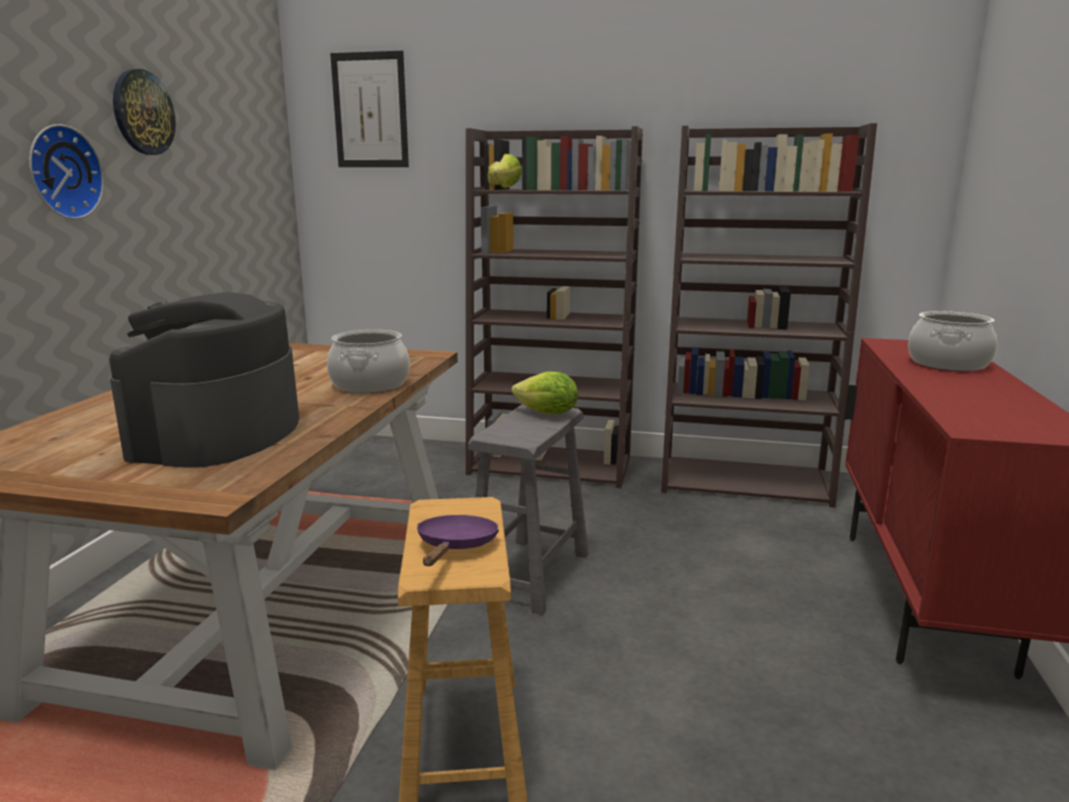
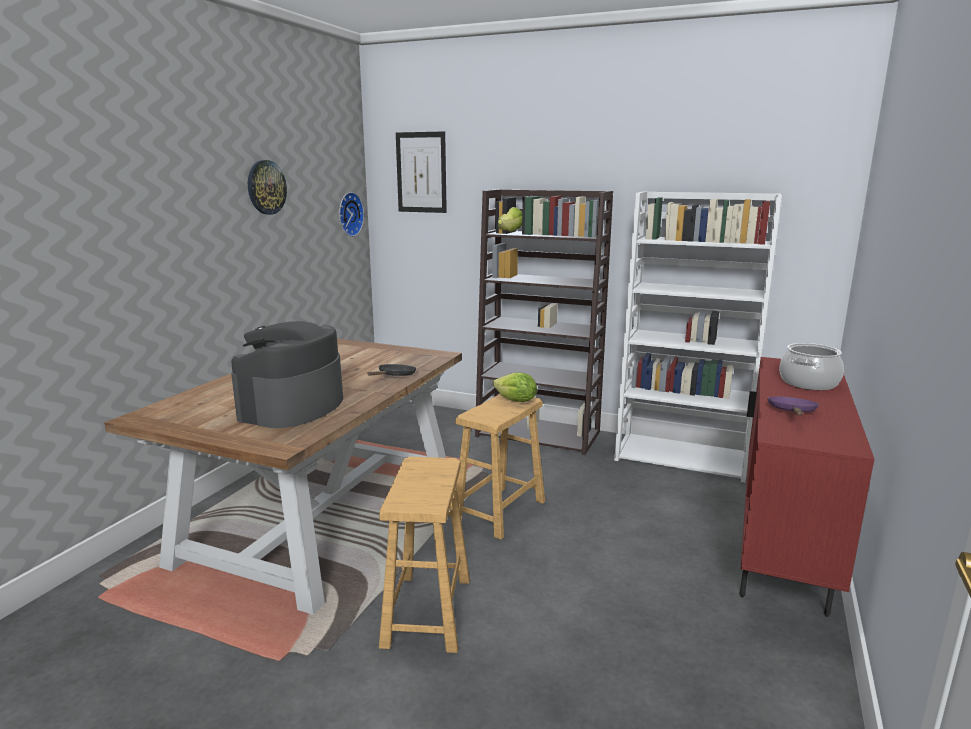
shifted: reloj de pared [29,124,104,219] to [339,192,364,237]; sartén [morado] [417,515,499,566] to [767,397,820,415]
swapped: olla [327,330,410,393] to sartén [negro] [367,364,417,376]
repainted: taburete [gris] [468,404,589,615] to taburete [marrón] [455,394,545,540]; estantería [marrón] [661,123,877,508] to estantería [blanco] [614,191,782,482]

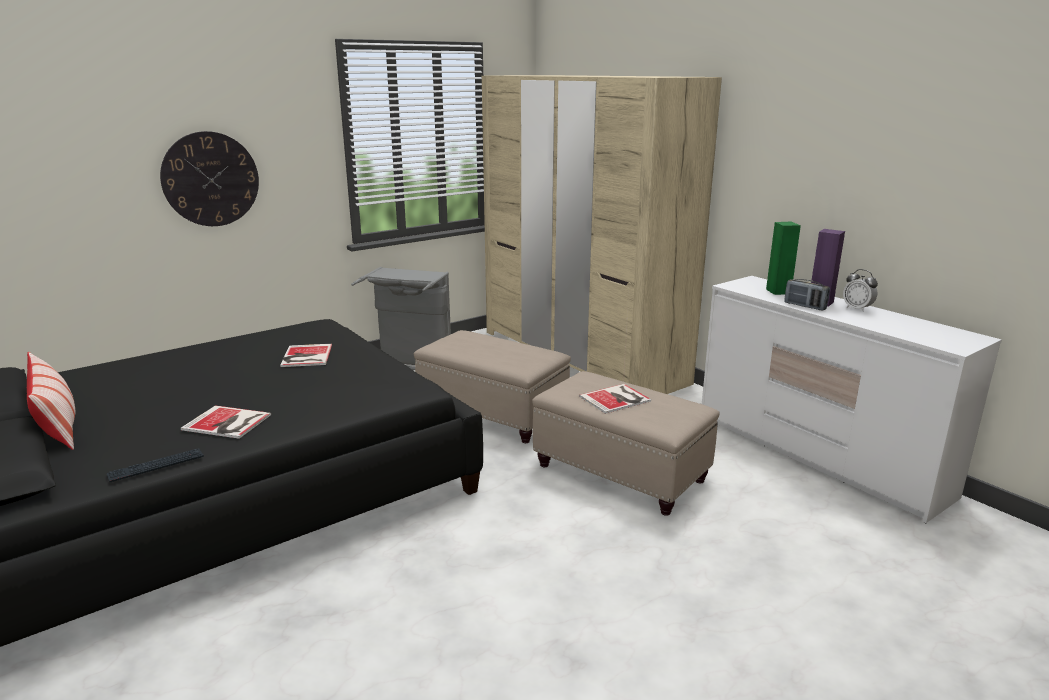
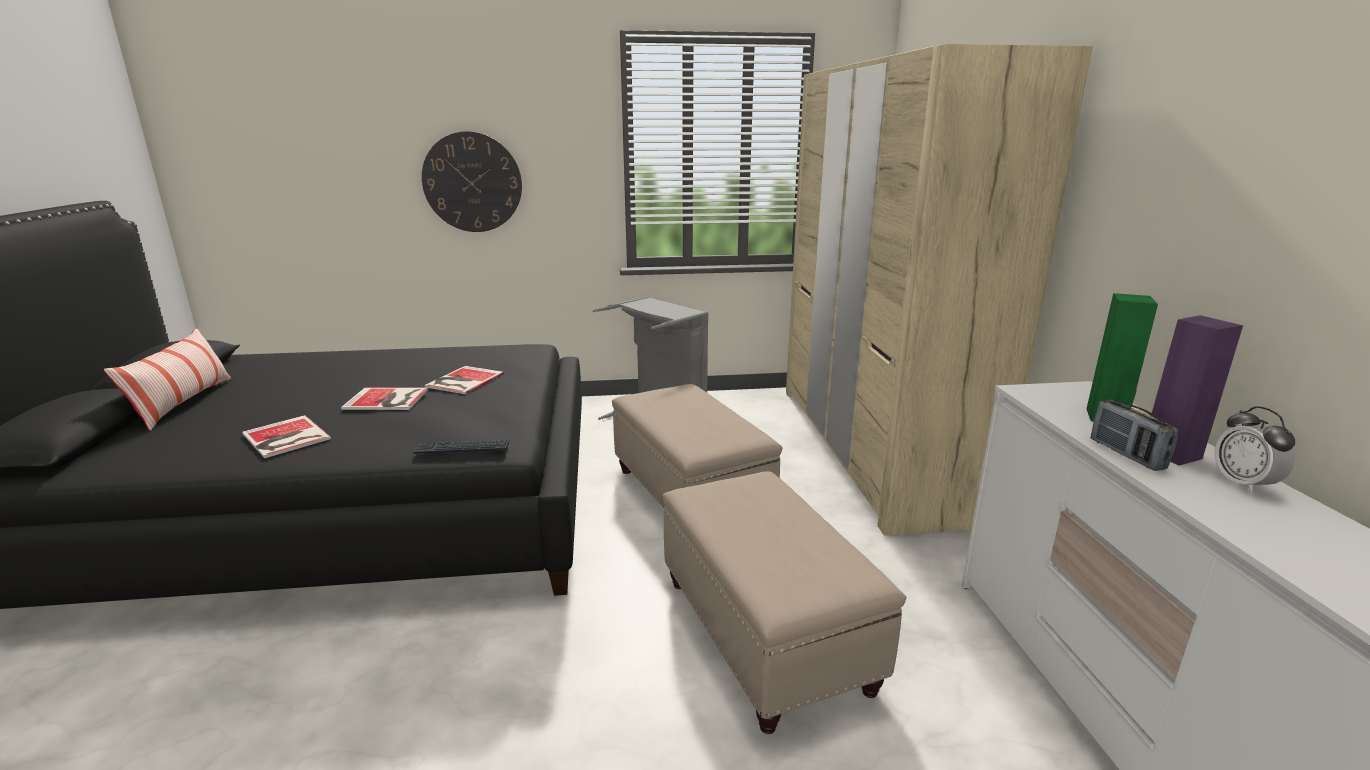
shifted: libro [579,384,651,414] to [341,388,428,410]; teclado [107,448,204,482] to [413,440,509,454]

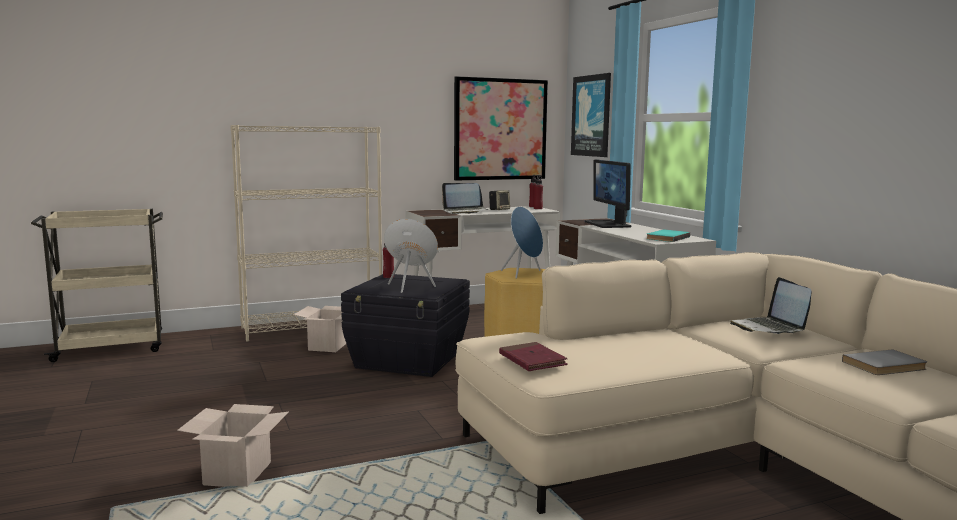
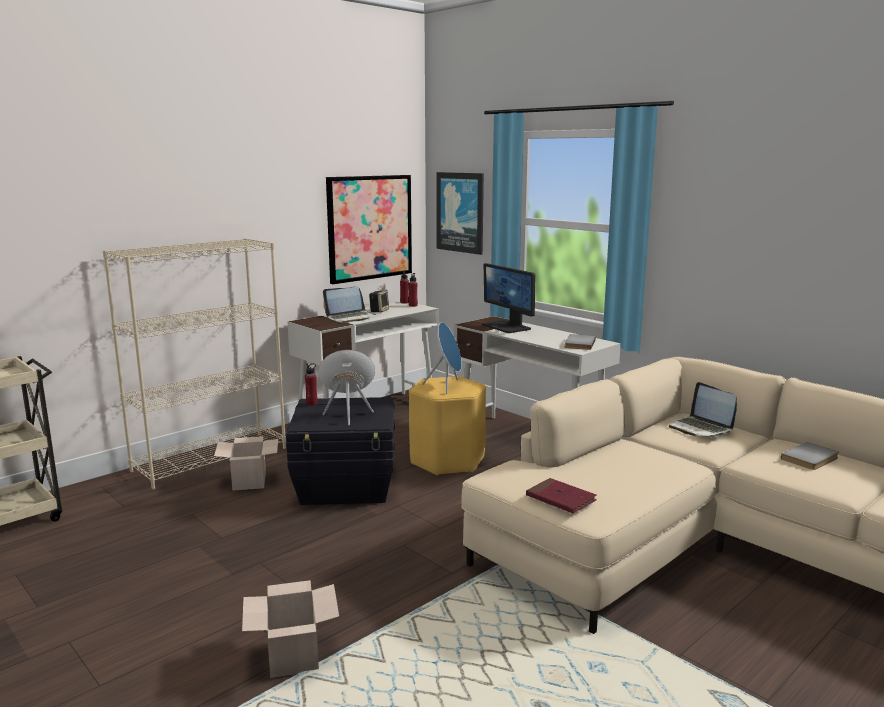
repainted: libro [turquesa] [647,230,690,242] to libro [gris] [565,334,596,350]

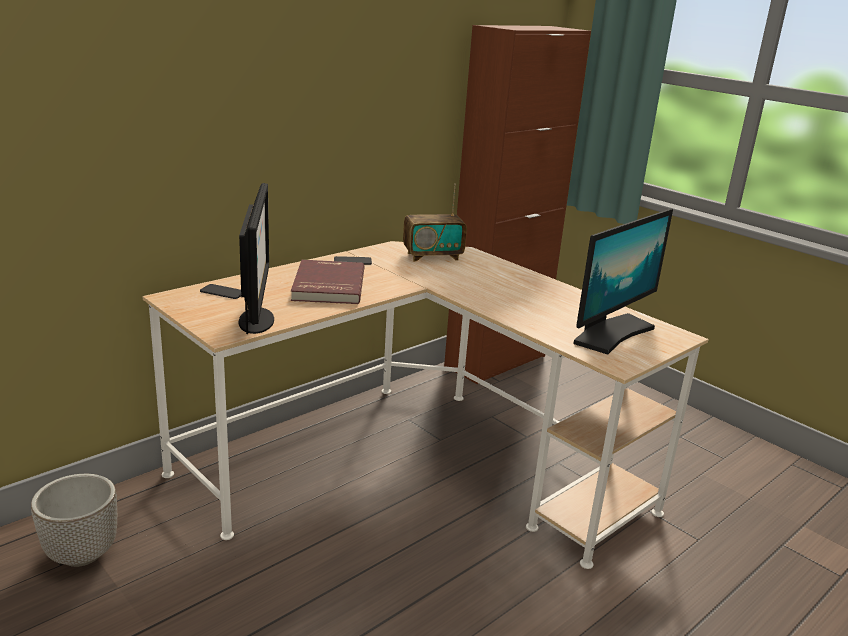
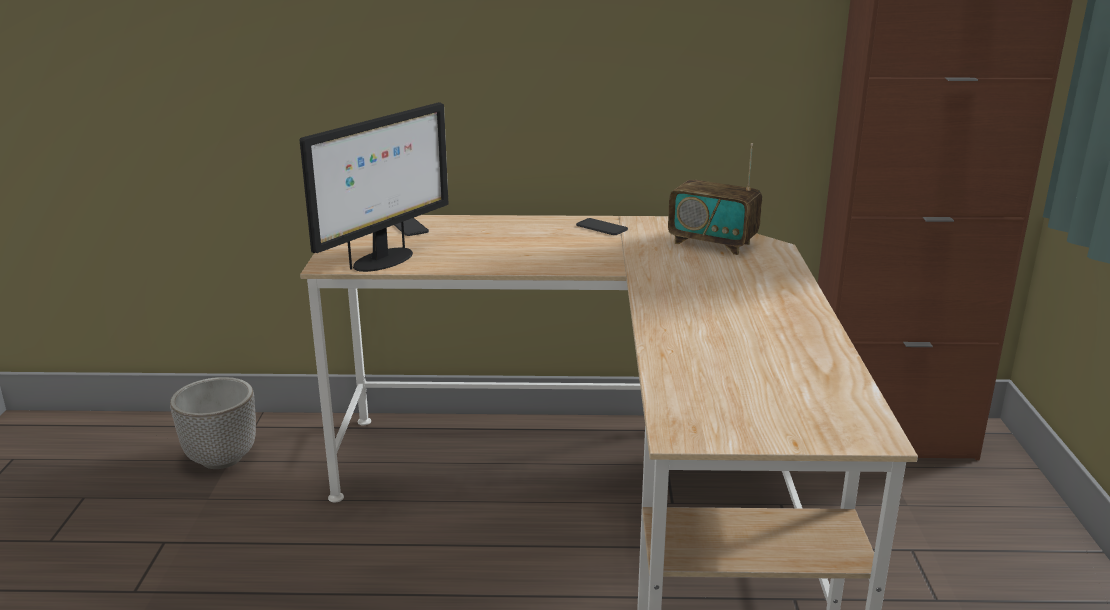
gone: libro [rojo] [291,260,364,304]; monitor [573,209,673,355]

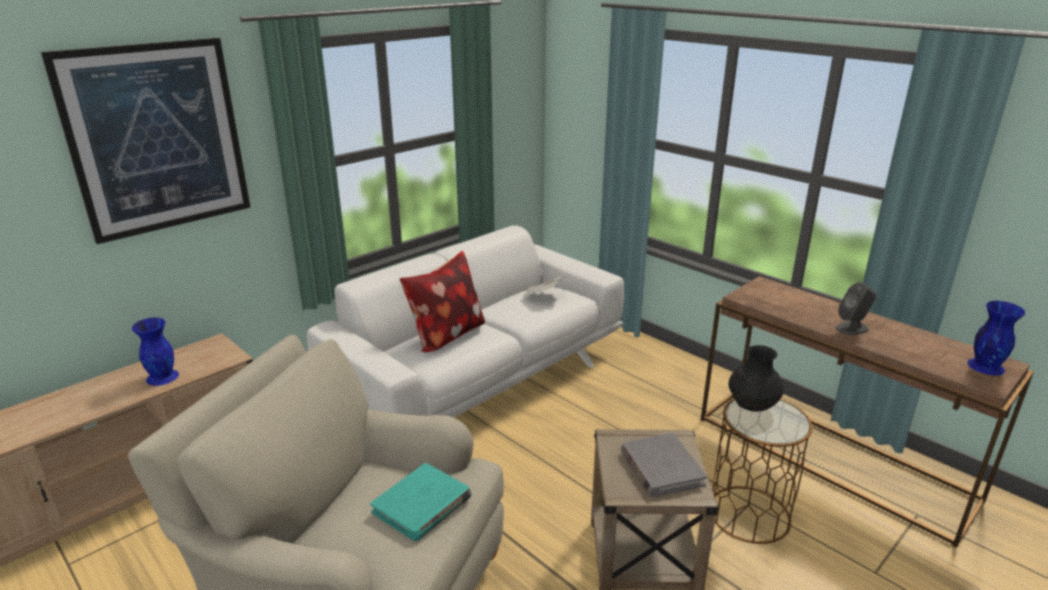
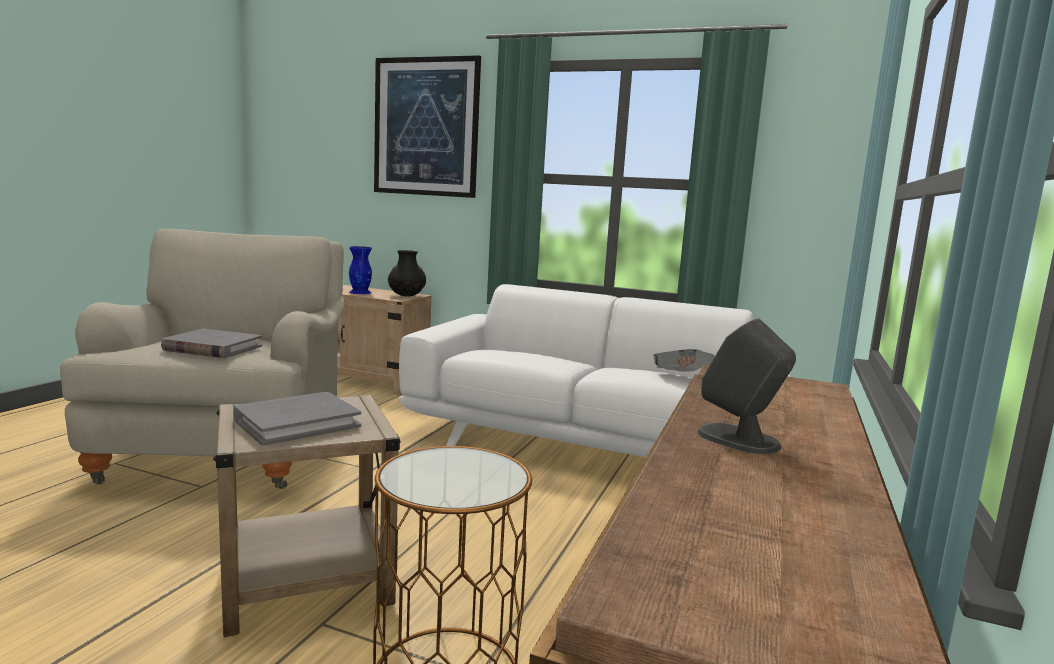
gone: cojín [400,251,485,352]; florero [azul] [967,301,1025,375]
shifted: florero [negro] [728,345,784,412] to [388,250,426,297]
repainted: libro [turquesa] [370,463,472,541] to libro [gris] [161,329,262,358]

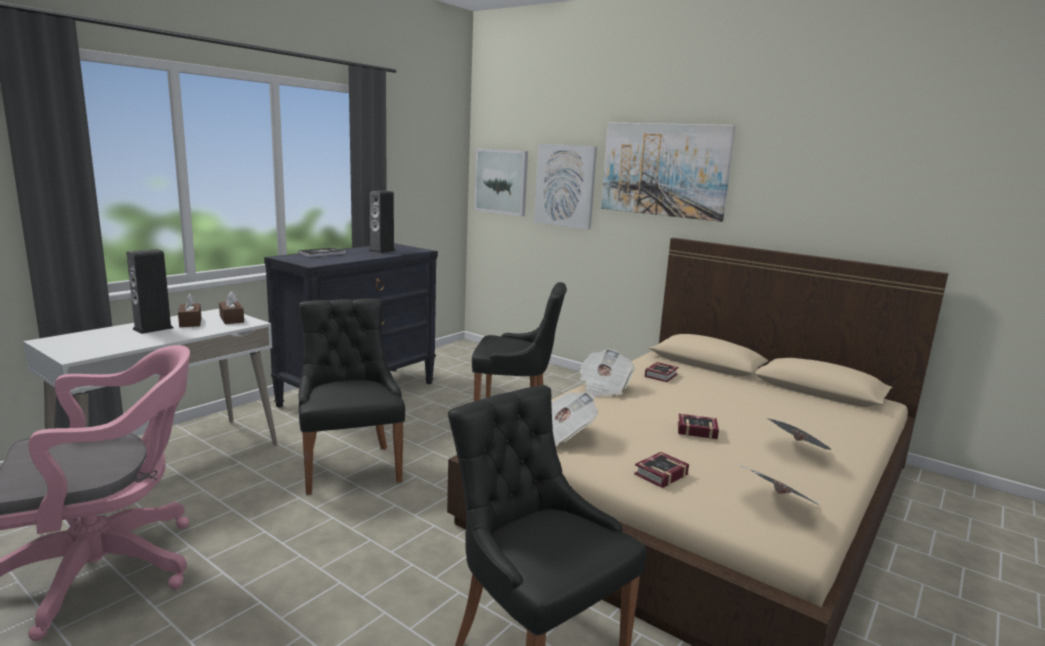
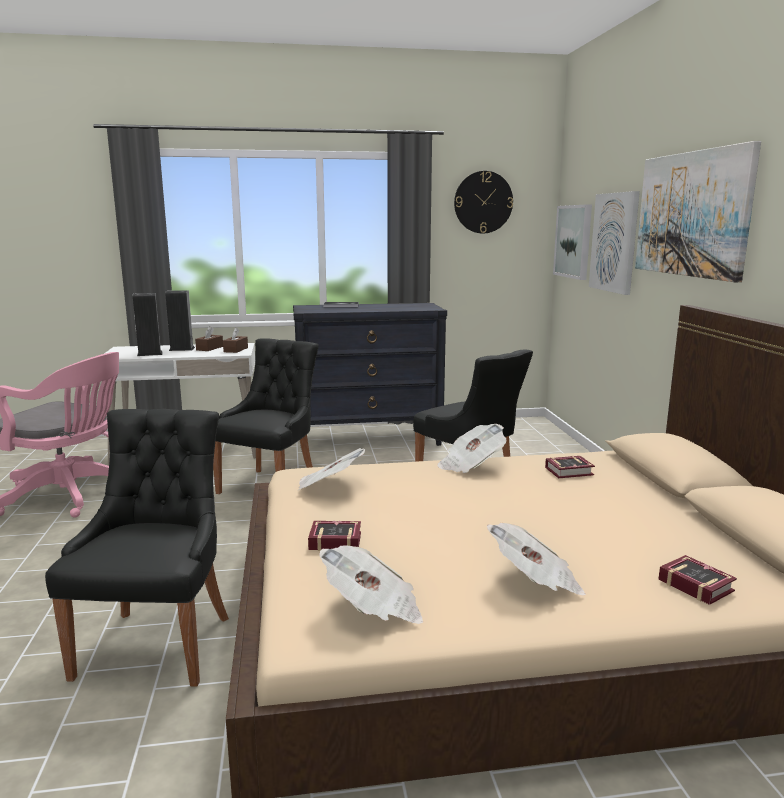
new: reloj de pared [454,171,513,233]
shifted: altavoz [368,191,396,253] to [133,293,163,356]; libro [678,414,719,439] to [659,555,737,605]

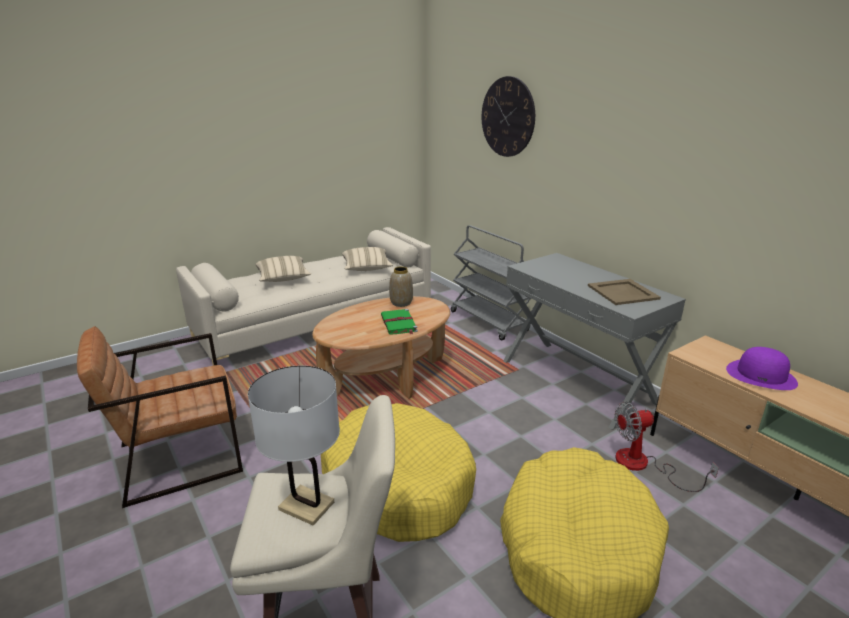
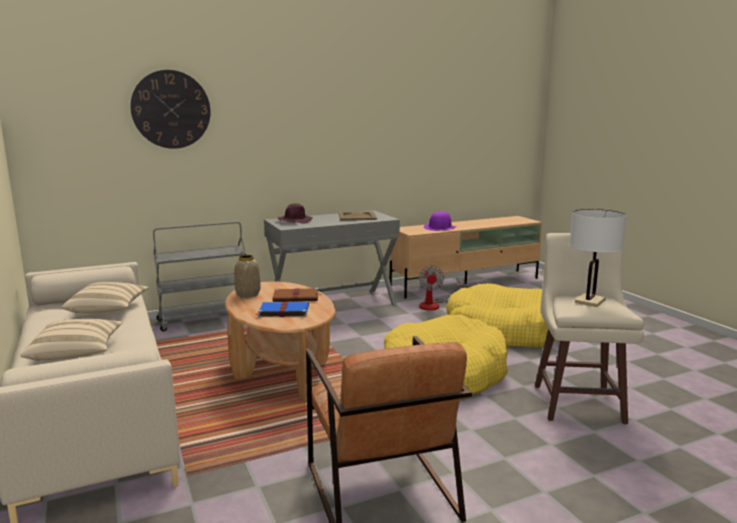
new: libro [azul] [256,302,309,317]; sombrero [morado] [278,203,312,223]
repainted: libro [verde] [381,309,418,335] to libro [marrón] [273,288,322,302]

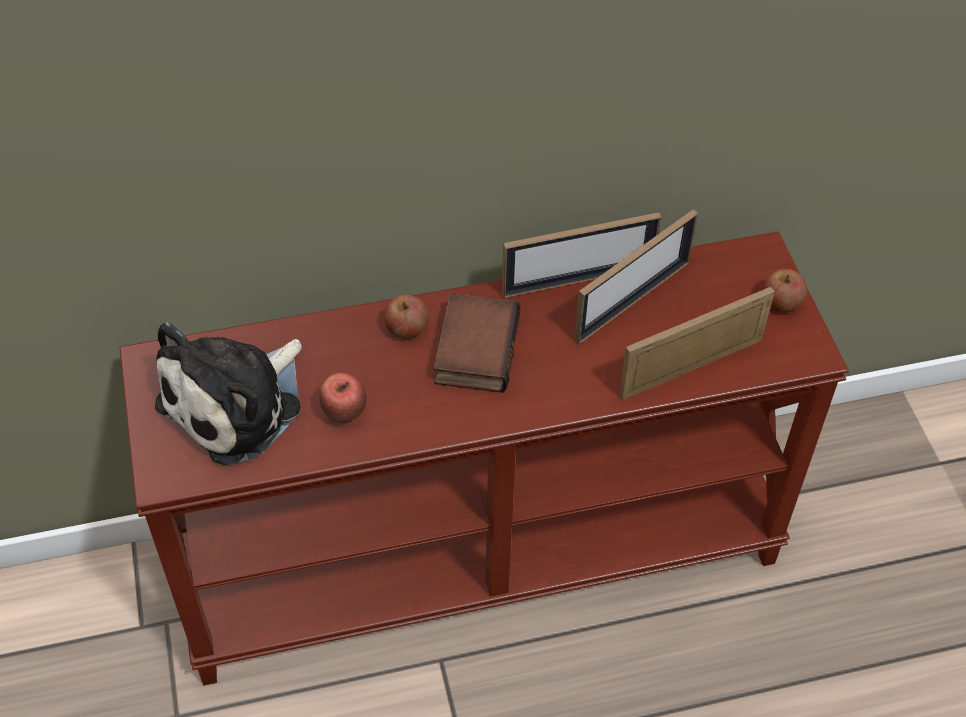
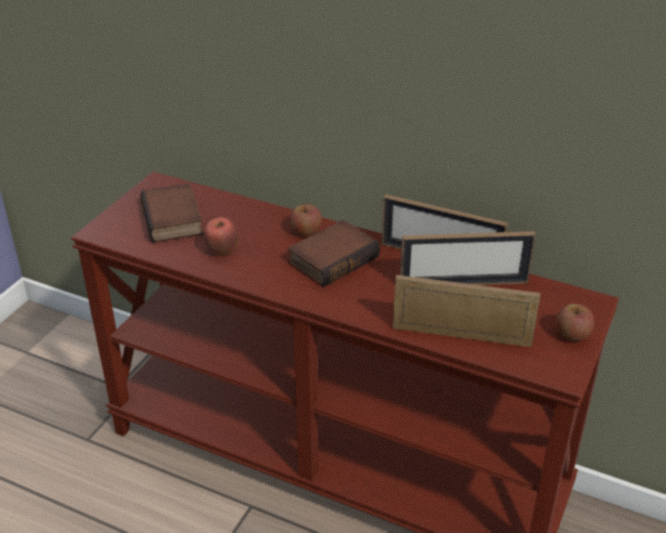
swapped: peluche [155,322,302,465] to libro [140,183,203,243]

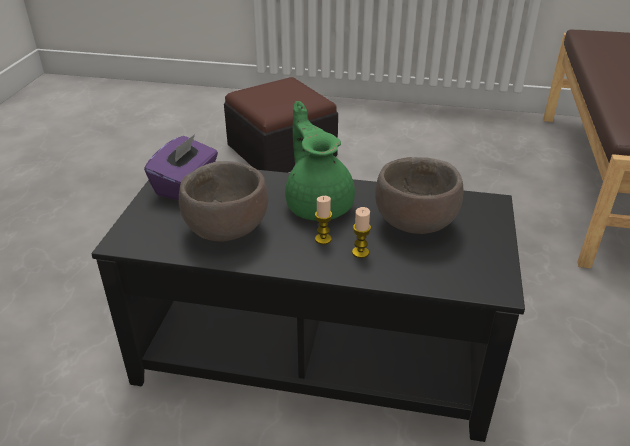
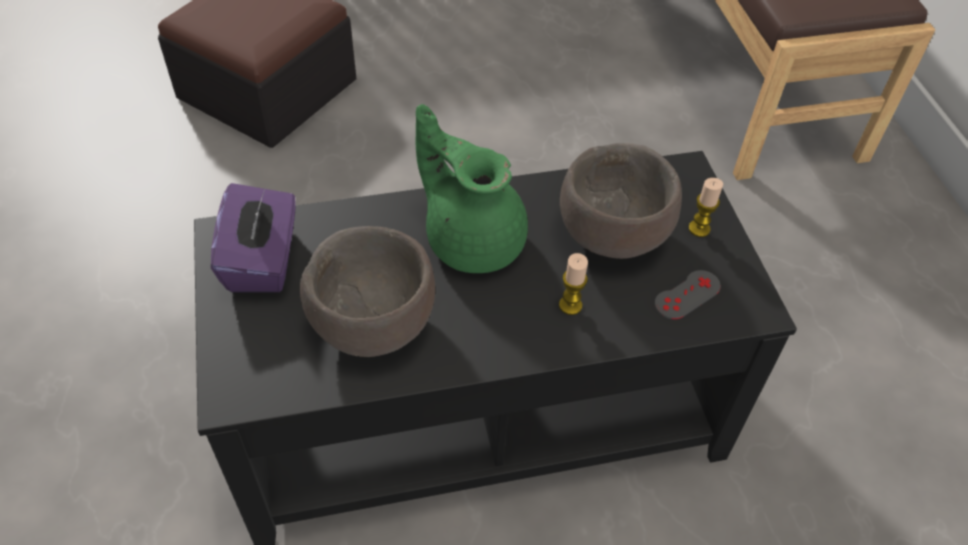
new: mando de consola [gris] [654,270,721,319]
shifted: vela [315,196,332,245] to [688,178,723,237]

